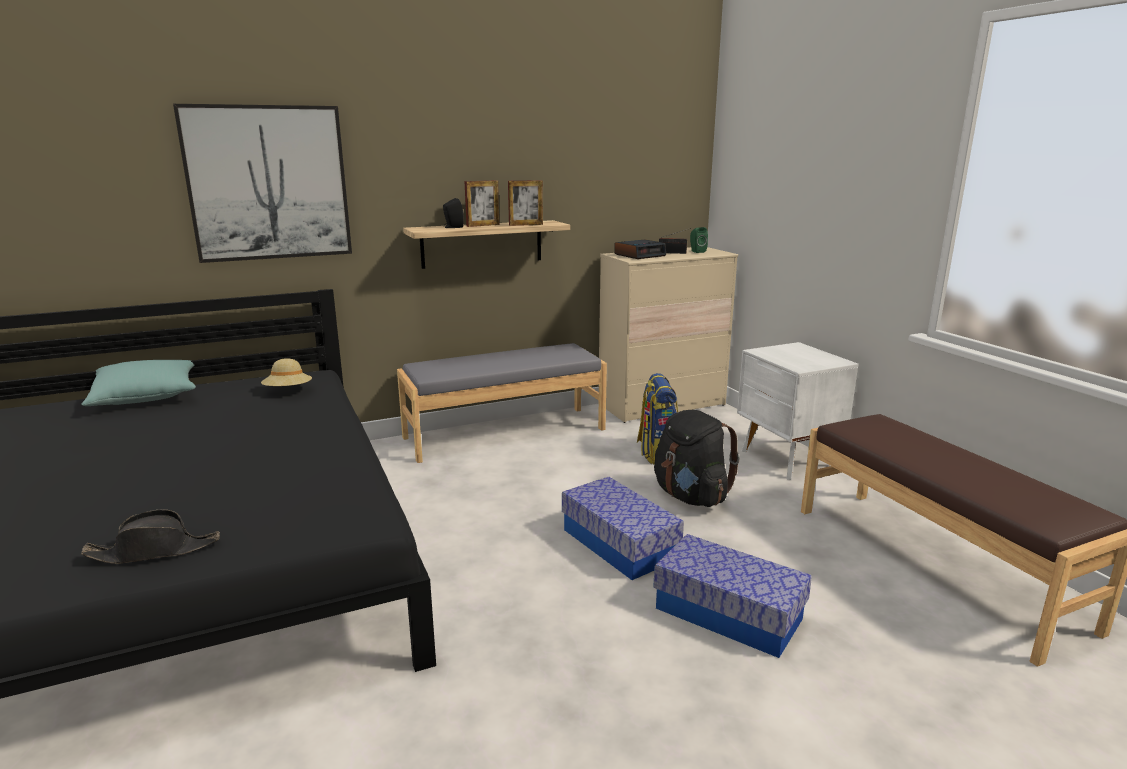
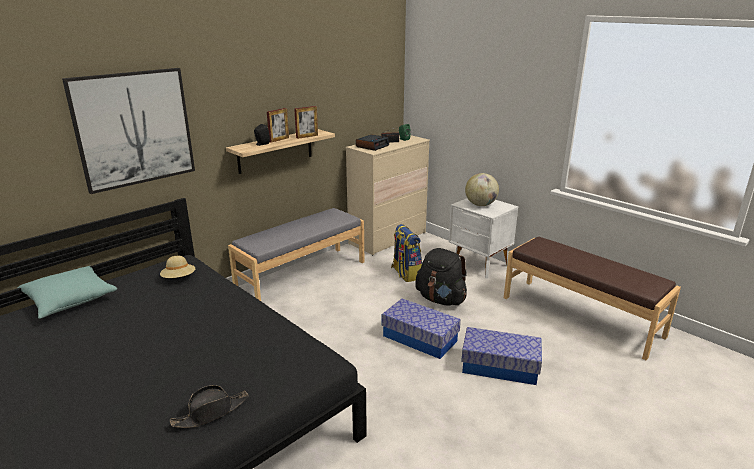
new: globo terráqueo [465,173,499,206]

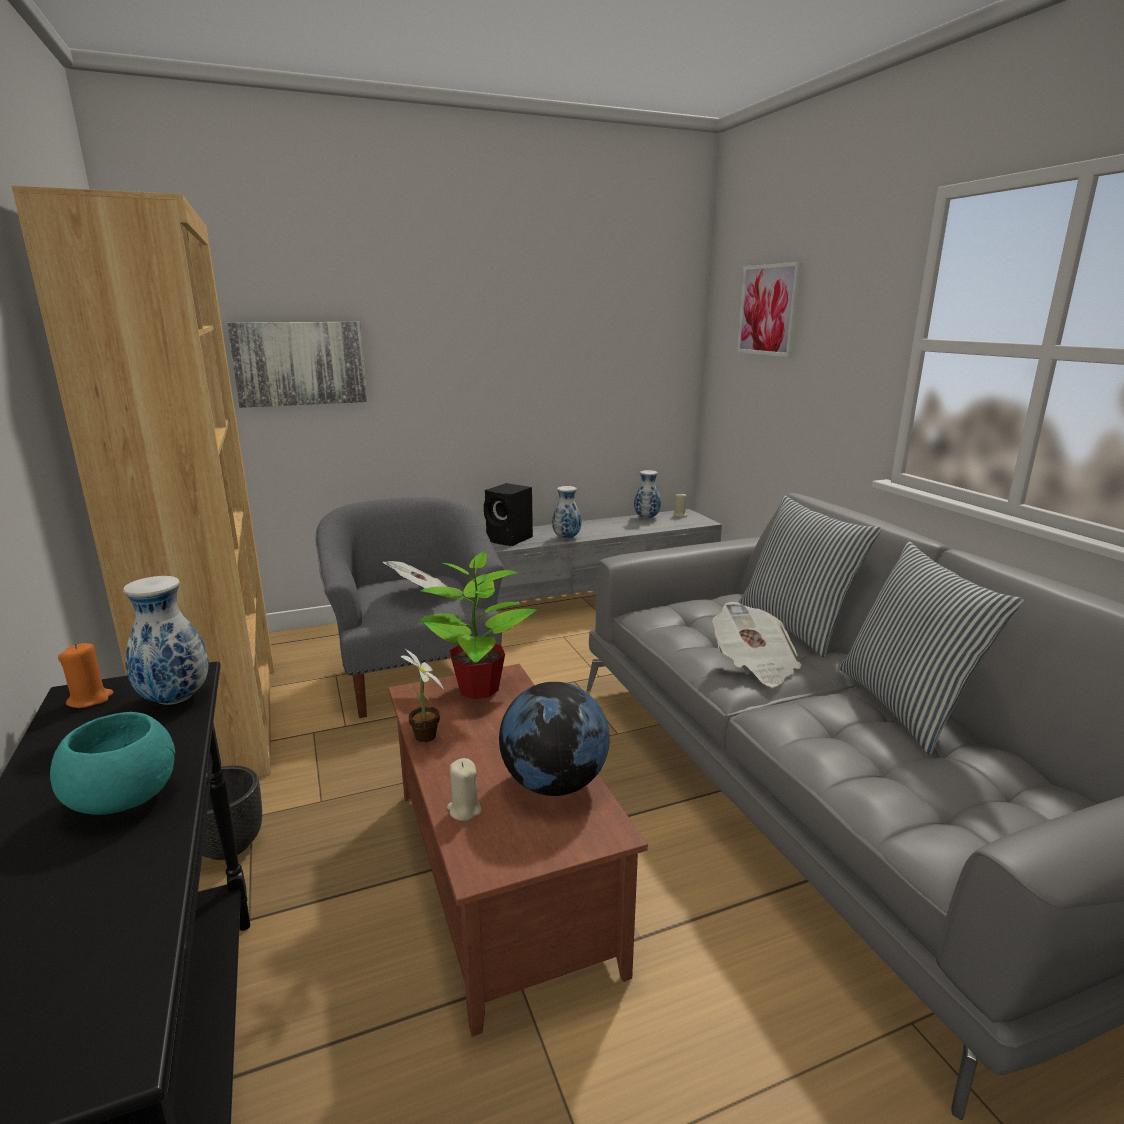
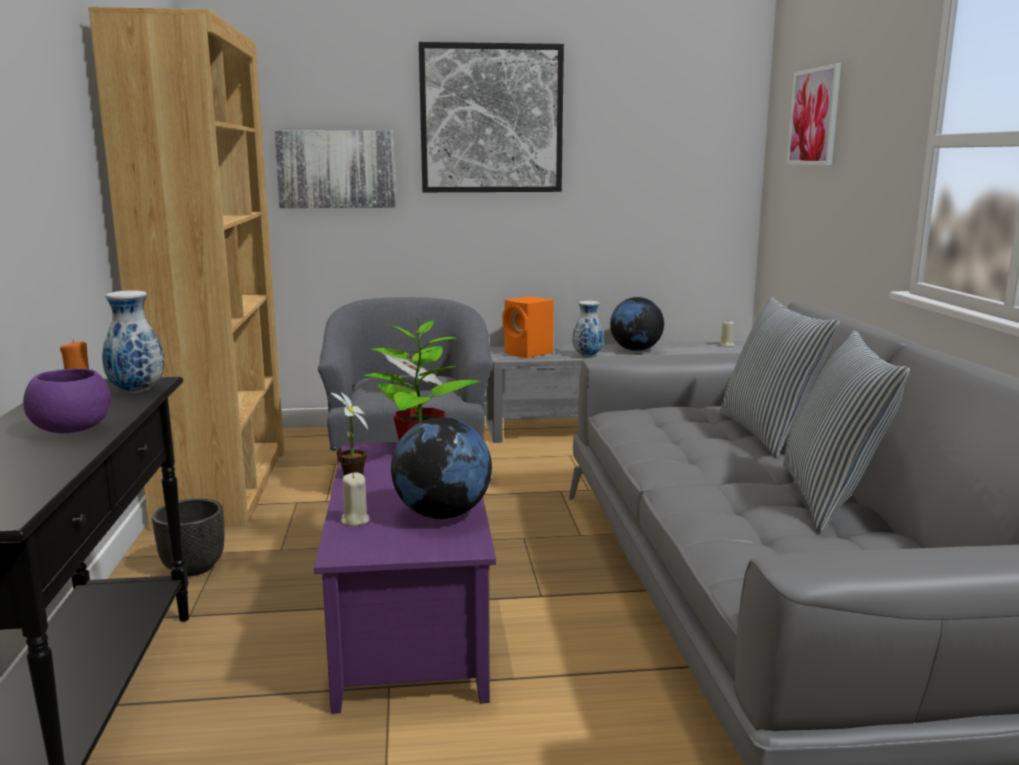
gone: florero [634,470,661,519]; periódico [712,602,801,688]
new: cuadro [419,42,564,192]; globo terráqueo [610,297,664,351]
repainted: cuenco [turquesa] [50,712,175,815] to cuenco [morado] [23,368,111,433]; mesa de centro [marrón] [388,664,648,1037] to mesa de centro [morado] [314,442,496,714]; altavoz [negro] [484,483,533,546] to altavoz [naranja] [502,296,554,358]

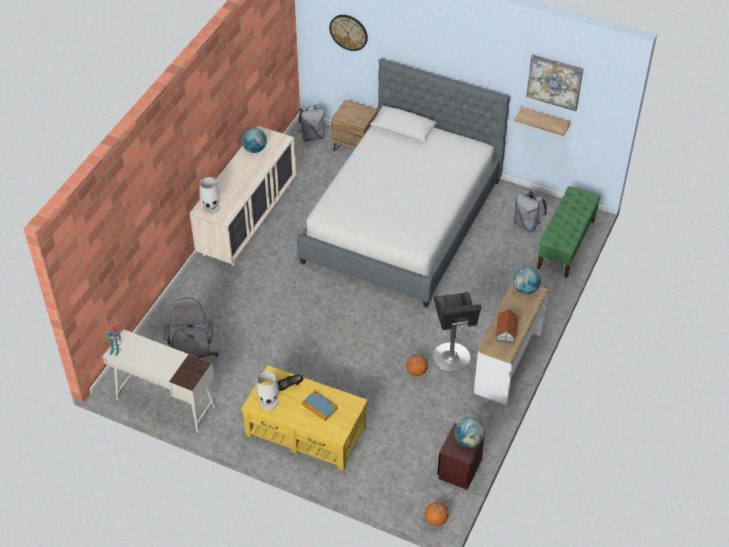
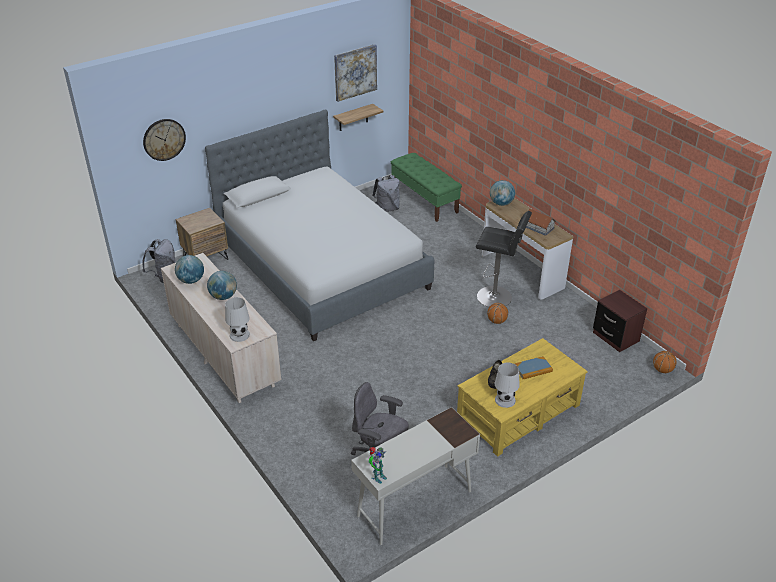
shifted: globo terráqueo [455,417,485,447] to [207,271,237,300]

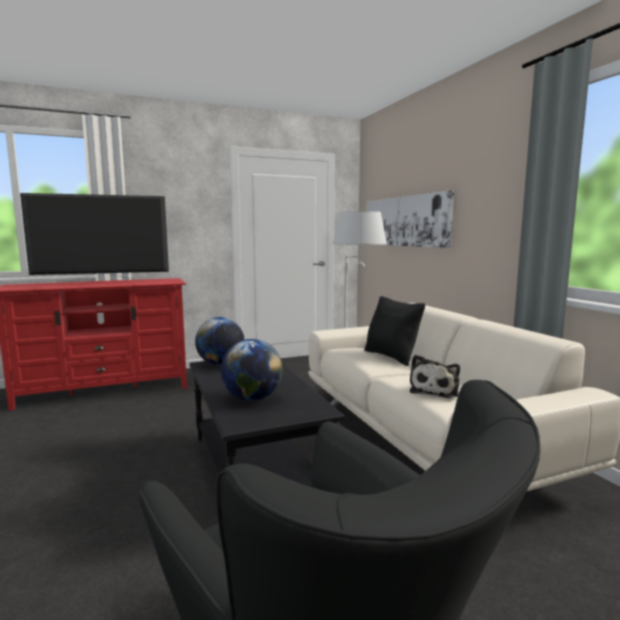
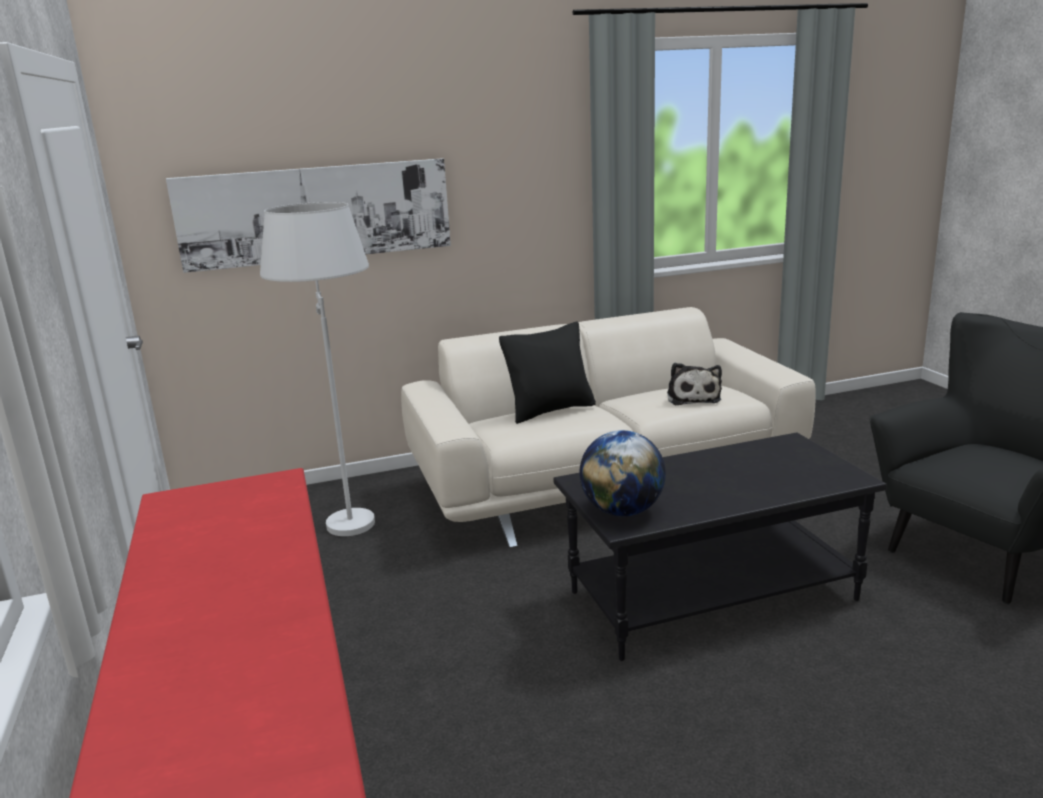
gone: televisor [20,193,169,283]; globo terráqueo [221,339,283,401]
rotated: peluche [410,355,460,398] = [667,363,722,405] 60 degrees clockwise

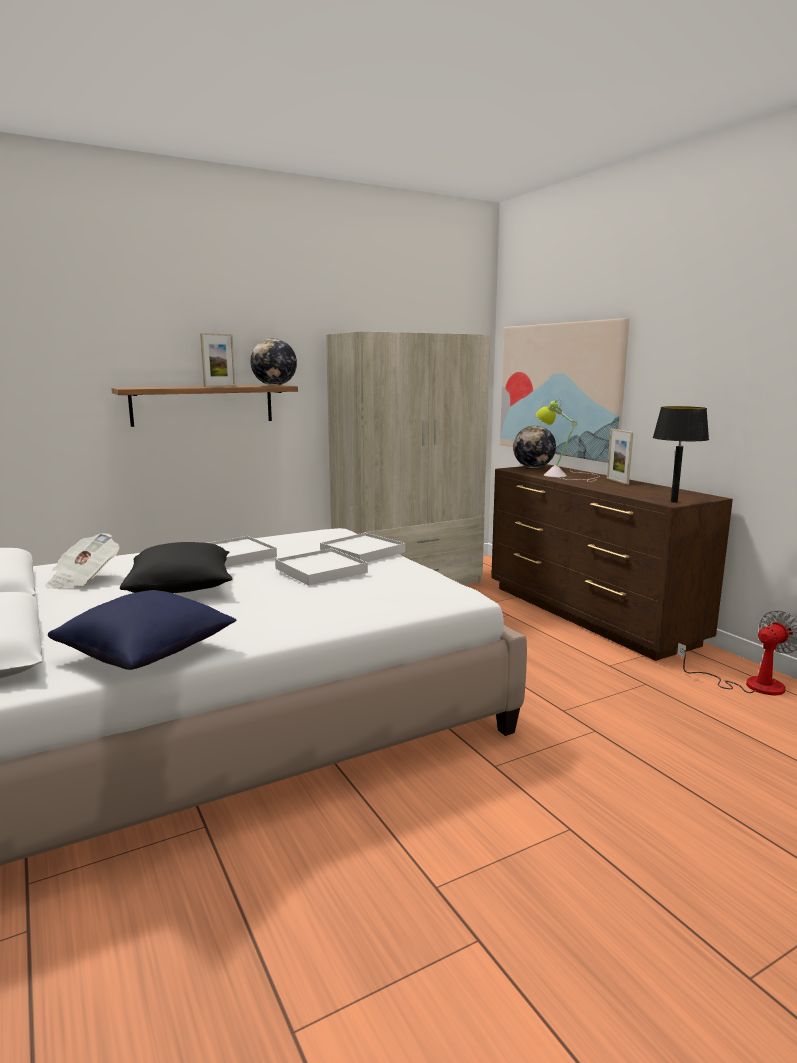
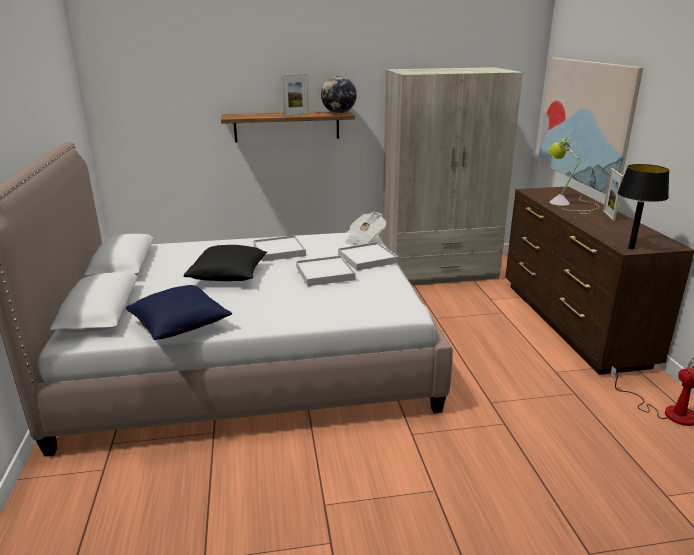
gone: globo terráqueo [513,425,556,468]
shifted: periódico [45,533,119,589] to [345,212,386,245]

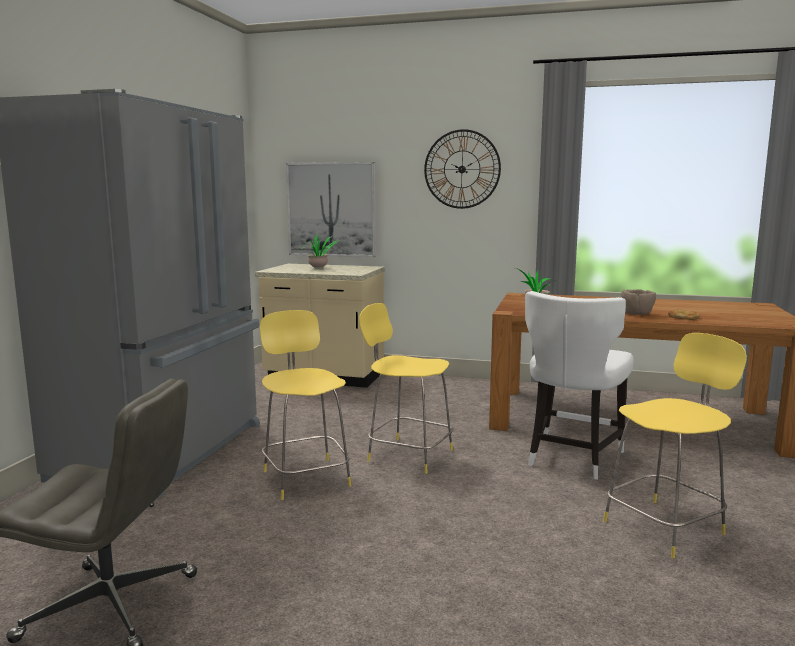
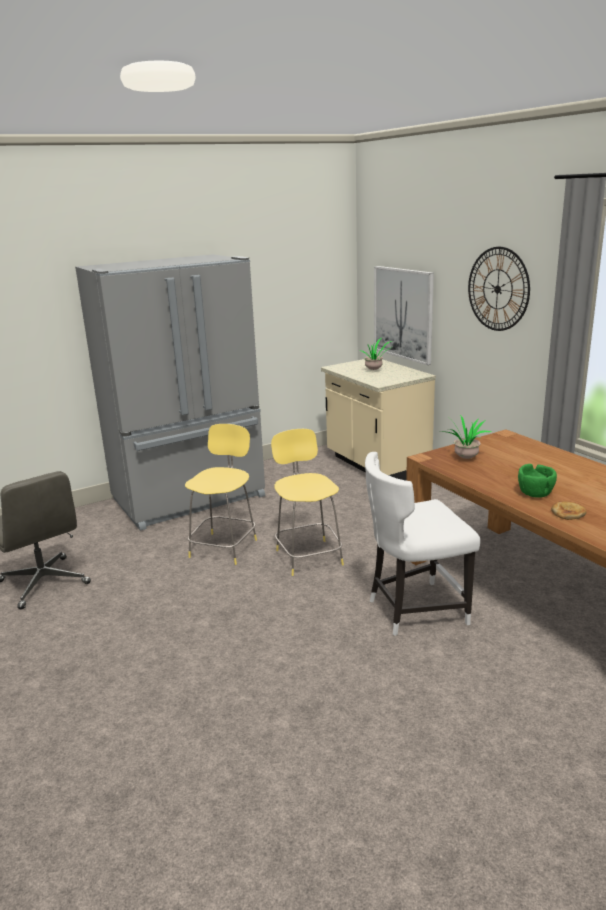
gone: taburete [amarillo] [603,333,747,558]
repainted: cuenco [marrón] [621,289,656,315] to cuenco [verde] [518,464,557,498]

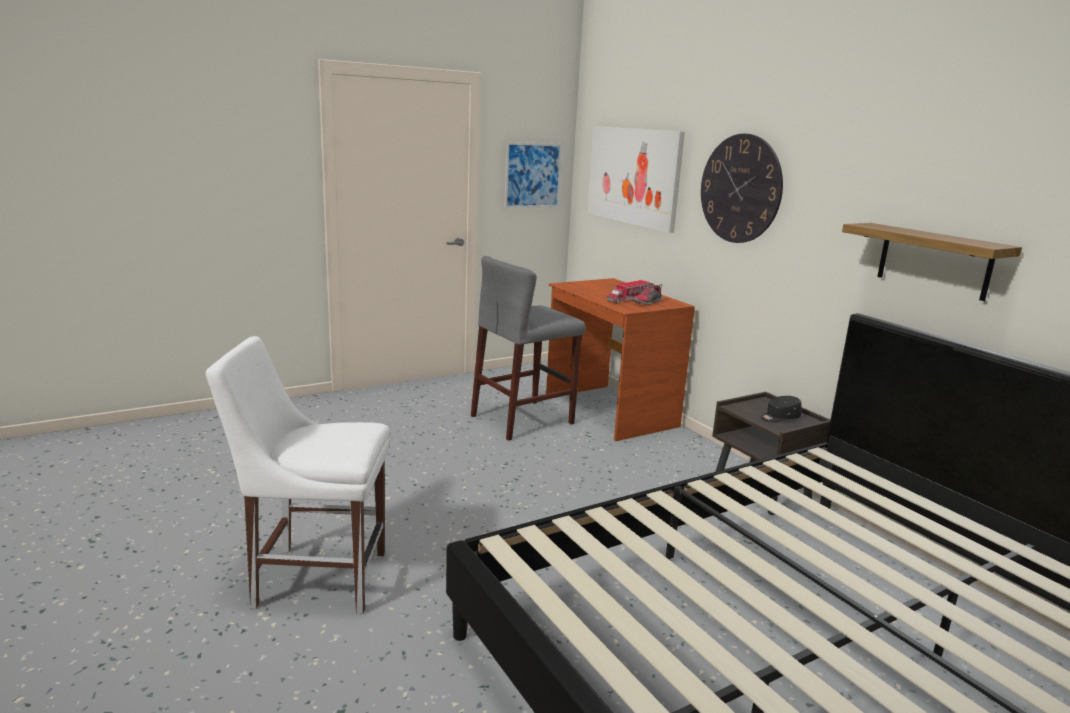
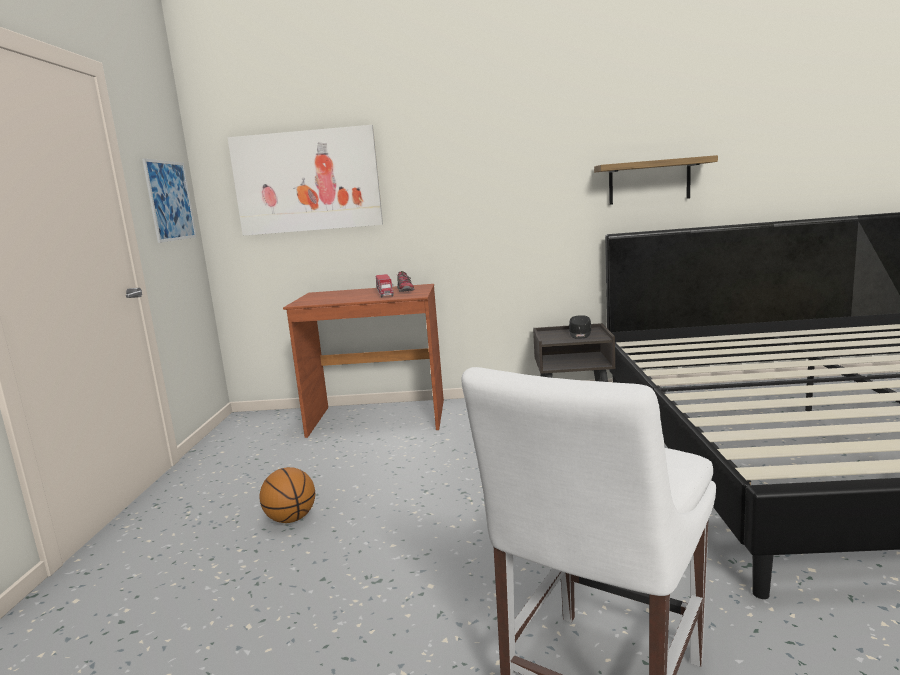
gone: taburete [gris] [471,256,585,441]; reloj de pared [701,134,783,243]
new: balón de baloncesto [259,467,315,523]

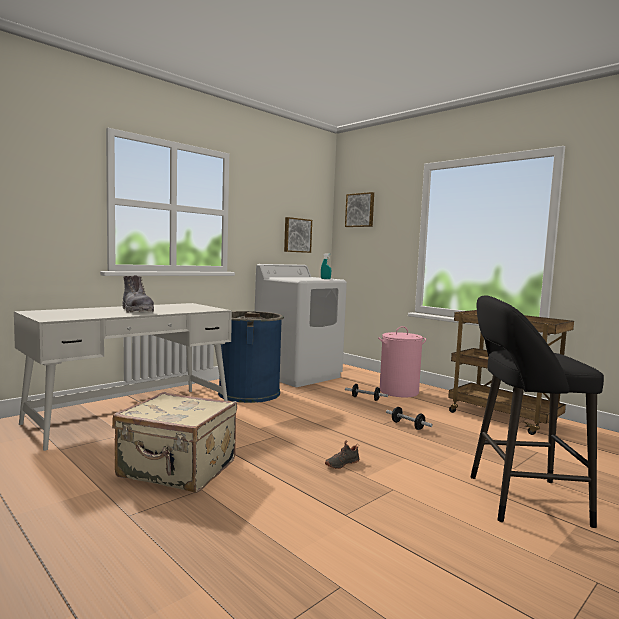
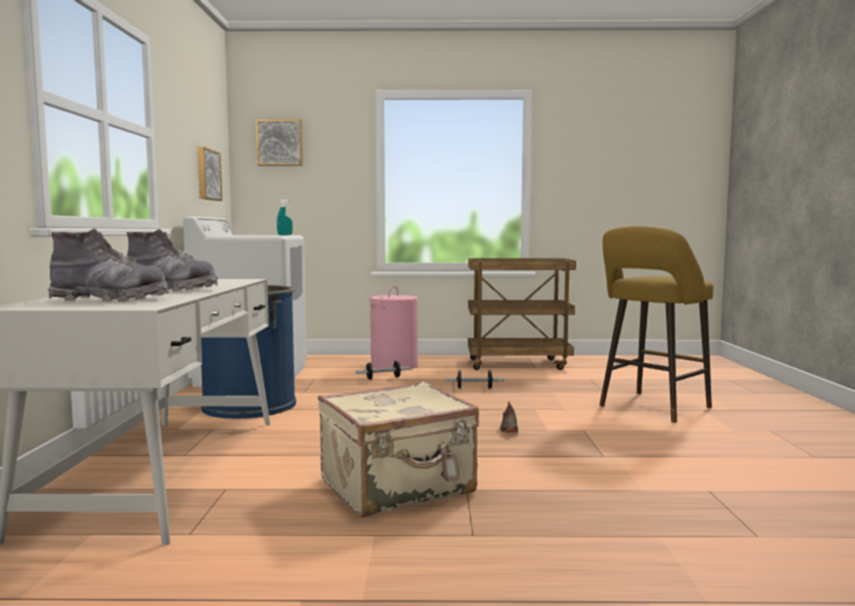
new: bota [gris] [48,229,169,302]
repainted: taburete [negro] [470,295,604,528] to taburete [amarillo] [600,226,713,423]

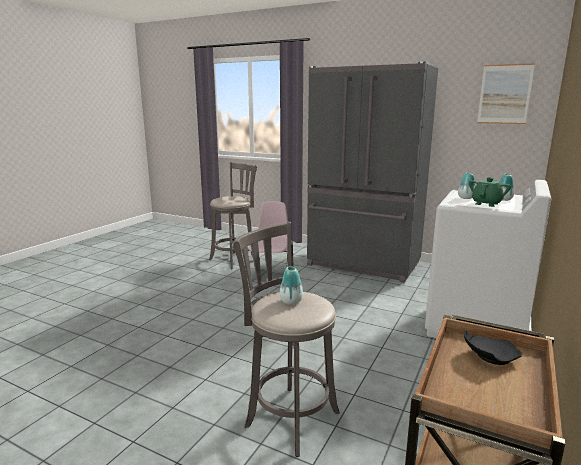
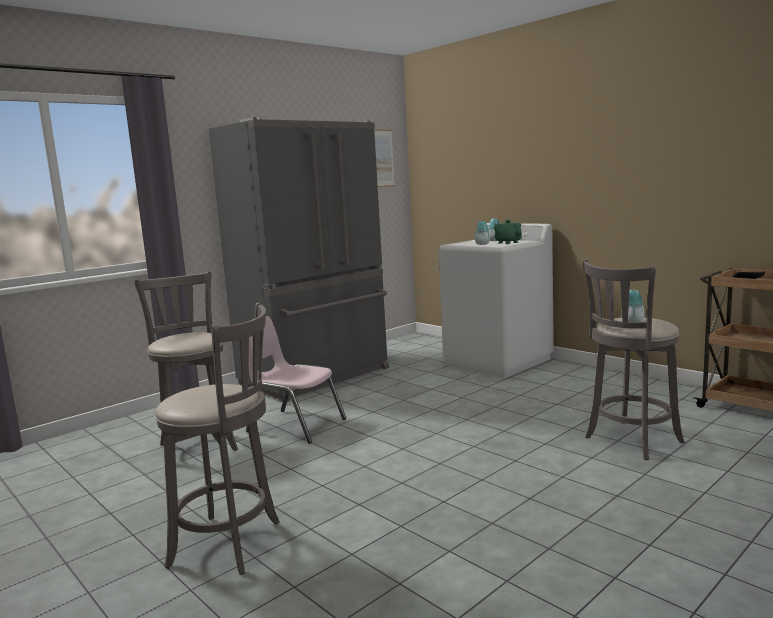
new: taburete [gris] [155,303,280,575]

